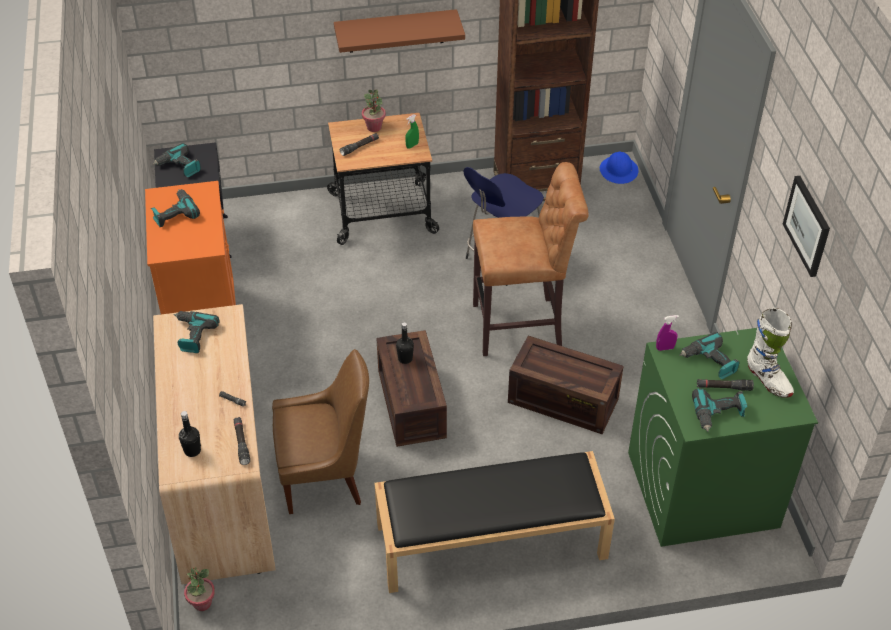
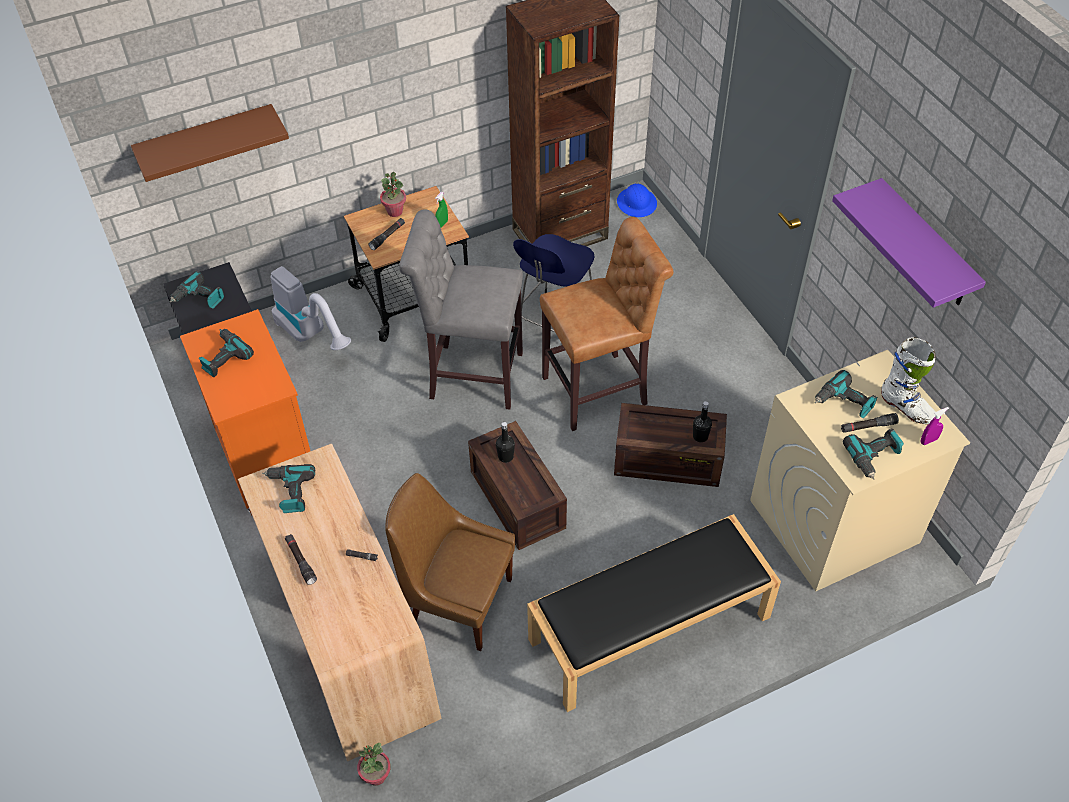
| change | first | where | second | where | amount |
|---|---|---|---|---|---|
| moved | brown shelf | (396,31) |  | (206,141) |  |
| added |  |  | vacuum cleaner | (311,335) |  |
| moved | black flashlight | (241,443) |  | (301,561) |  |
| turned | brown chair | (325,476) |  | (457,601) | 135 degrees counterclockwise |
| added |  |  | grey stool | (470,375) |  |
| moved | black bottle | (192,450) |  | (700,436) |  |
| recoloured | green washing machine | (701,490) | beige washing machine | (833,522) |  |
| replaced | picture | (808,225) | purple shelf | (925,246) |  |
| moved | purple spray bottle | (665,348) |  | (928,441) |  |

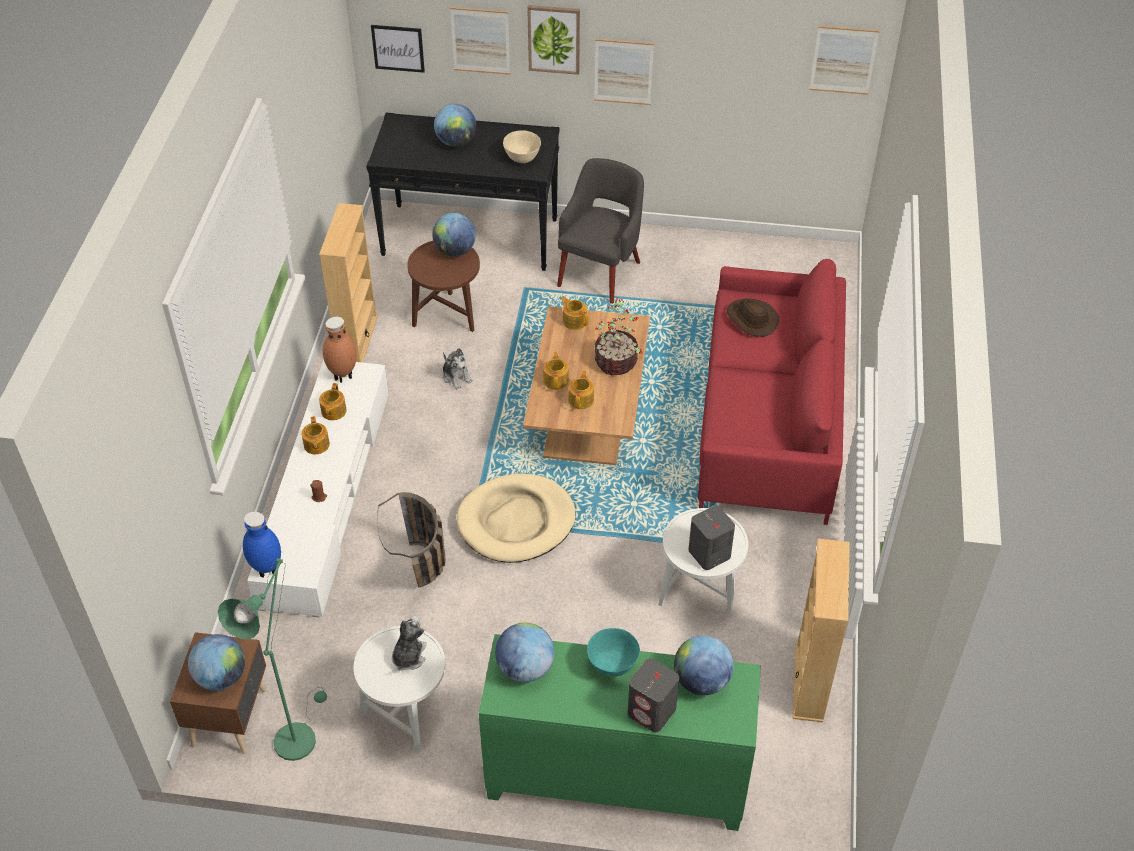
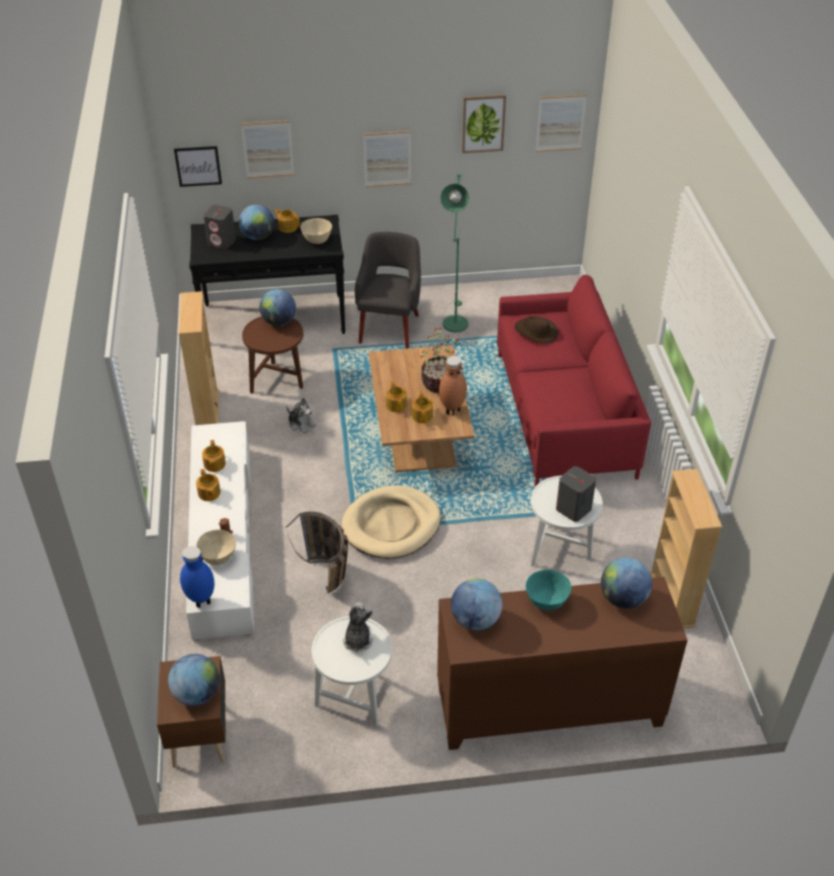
| change | first | where | second | where | amount |
|---|---|---|---|---|---|
| added |  |  | beige bowl | (218,558) |  |
| moved | grey speaker | (652,711) |  | (222,242) |  |
| moved | teapot | (574,320) |  | (287,227) |  |
| recoloured | green cabinet | (616,777) | brown cabinet | (548,707) |  |
| moved | brown vase | (343,375) |  | (452,410) |  |
| moved | green floor lamp | (297,734) |  | (454,321) |  |
| moved | picture | (554,39) |  | (483,123) |  |

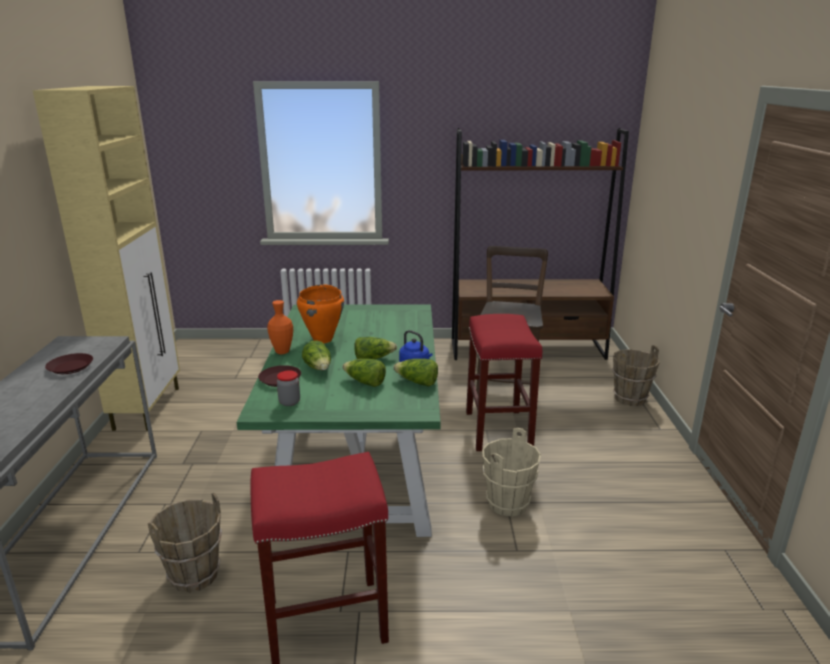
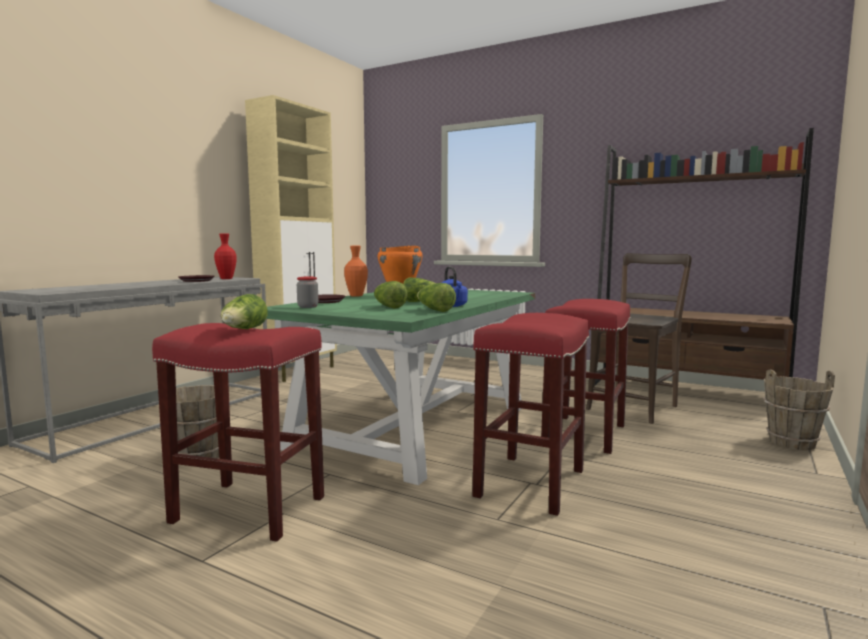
| change | first | where | second | where | amount |
|---|---|---|---|---|---|
| added |  |  | red vase | (226,279) |  |
| moved | lettuce | (318,368) |  | (243,330) |  |
| replaced | beige bucket | (508,504) | red stool | (531,484) |  |

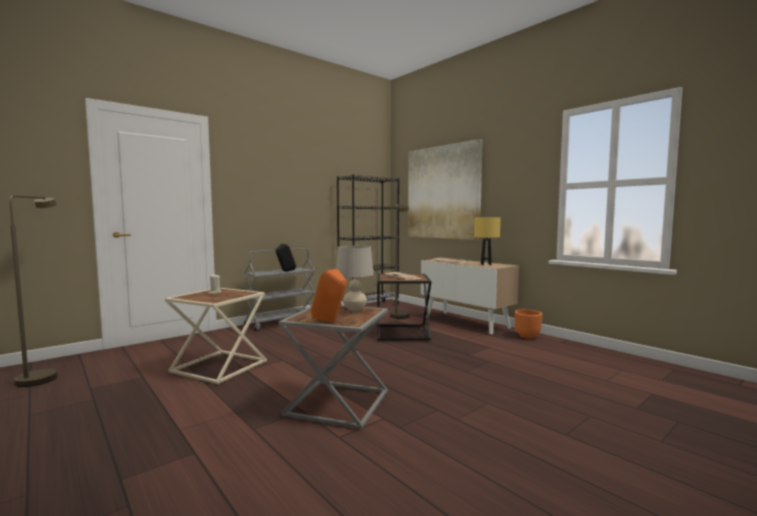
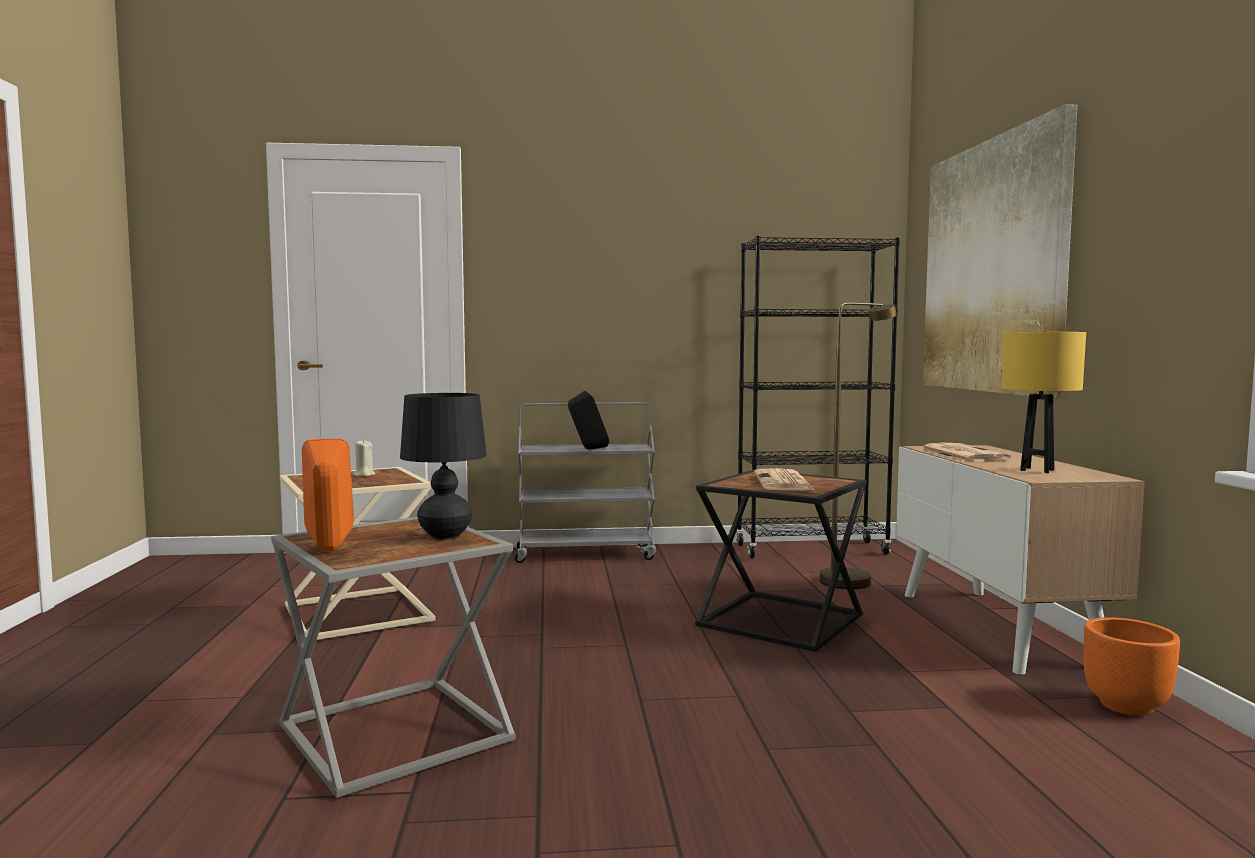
| change | first | where | second | where | amount |
|---|---|---|---|---|---|
| recoloured | beige table lamp | (354,310) | black table lamp | (445,536) |  |
| removed | brown floor lamp | (42,376) |  |  |  |

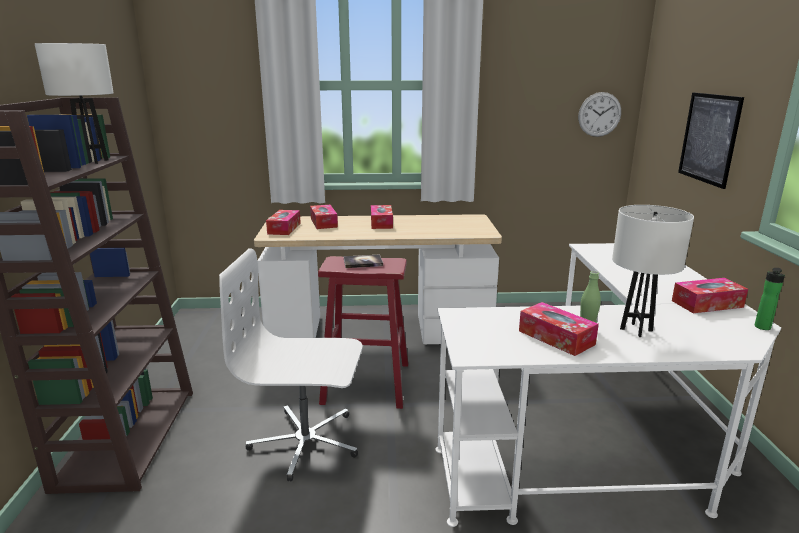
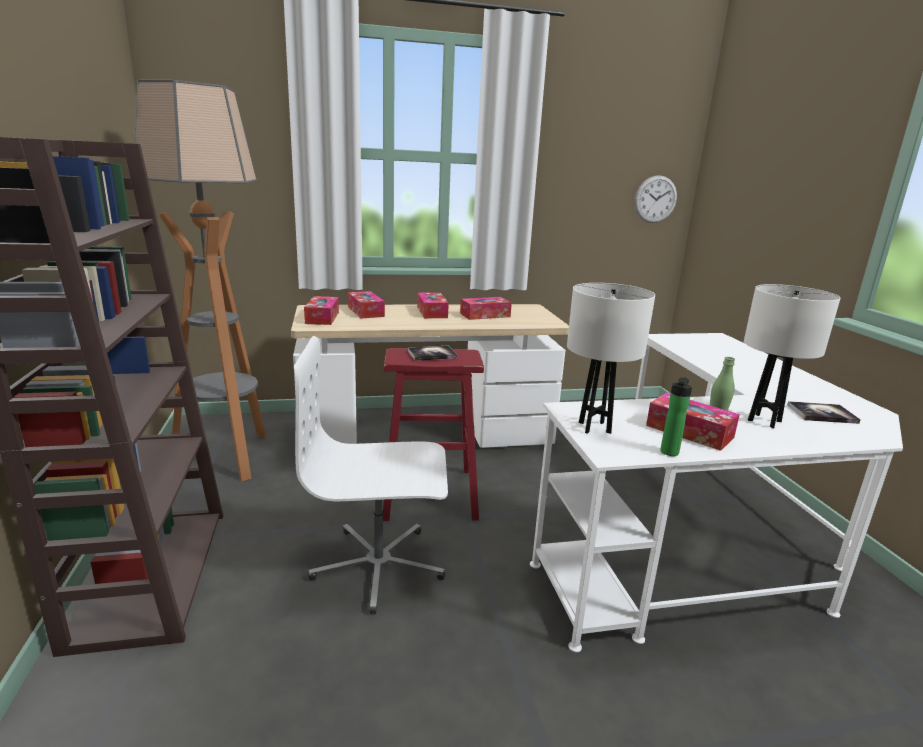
| change | first | where | second | where | amount |
|---|---|---|---|---|---|
| added |  |  | floor lamp | (228,457) |  |
| moved | tissue box | (707,304) |  | (485,315) |  |
| moved | white table lamp | (93,161) |  | (594,427) |  |
| moved | bottle | (762,328) |  | (668,453) |  |
| added |  |  | book | (822,414) |  |
| removed | picture | (709,138) |  |  |  |

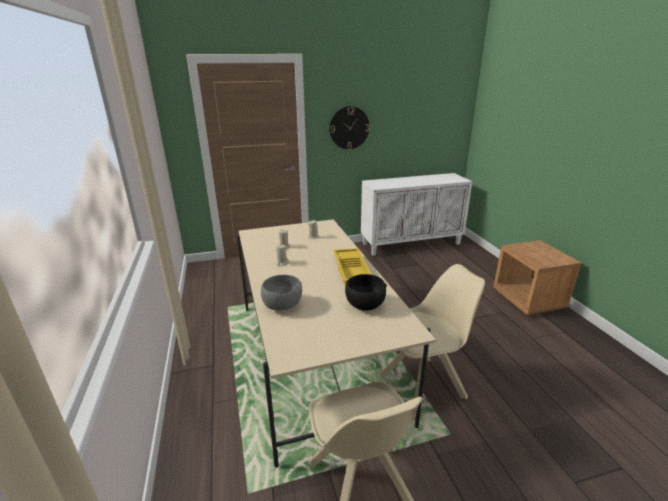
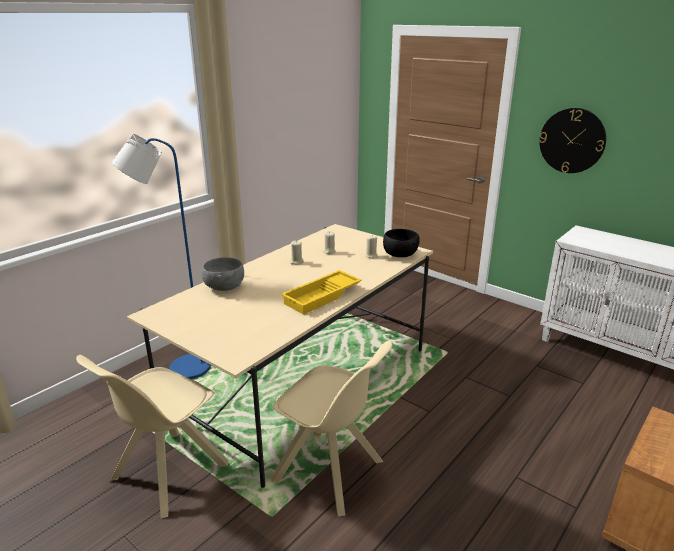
| change | first | where | second | where | amount |
|---|---|---|---|---|---|
| added |  |  | blue floor lamp | (181,370) |  |
| moved | black bowl | (365,305) |  | (400,255) |  |

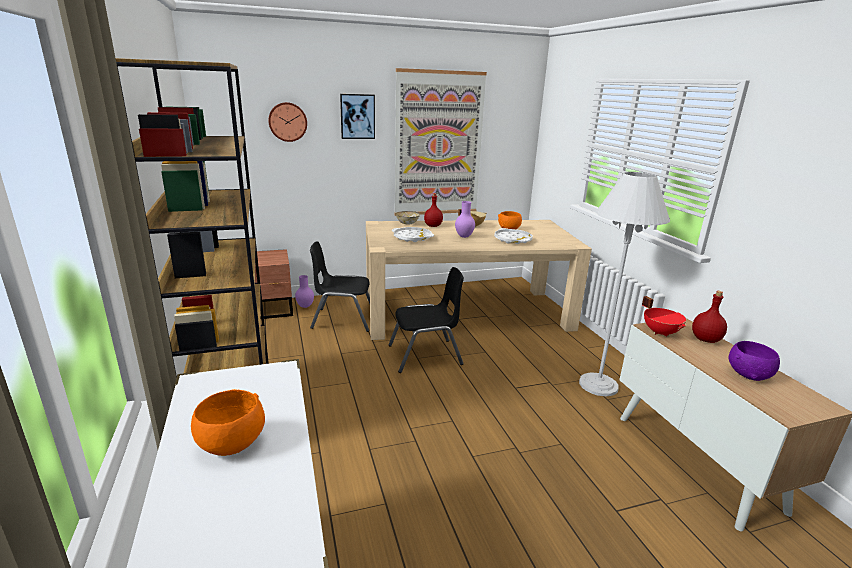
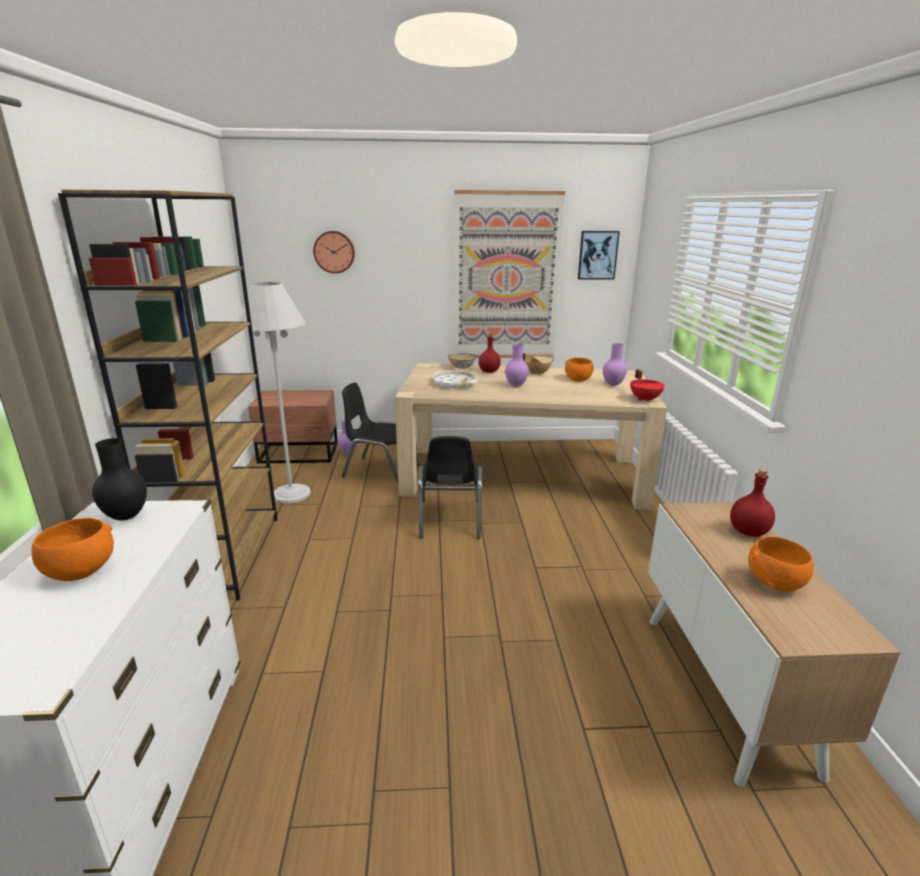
| change | first | where | second | where | amount |
|---|---|---|---|---|---|
| added |  |  | black vase | (127,516) |  |
| moved | white floor lamp | (598,385) |  | (291,494) |  |
| turned | black chair | (425,355) |  | (449,519) | 90 degrees clockwise |
| moved | picture | (357,116) |  | (597,255) |  |
| added |  |  | purple vase | (613,385) |  |
| moved | red cooking pot | (660,332) |  | (645,399) |  |
| recoloured | purple bowl | (749,375) | orange bowl | (776,583) |  |
| removed | white tray | (513,239) |  |  |  |

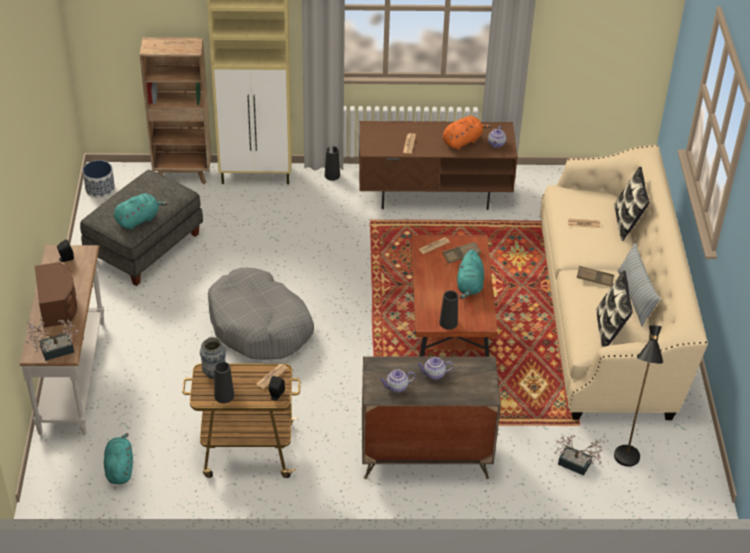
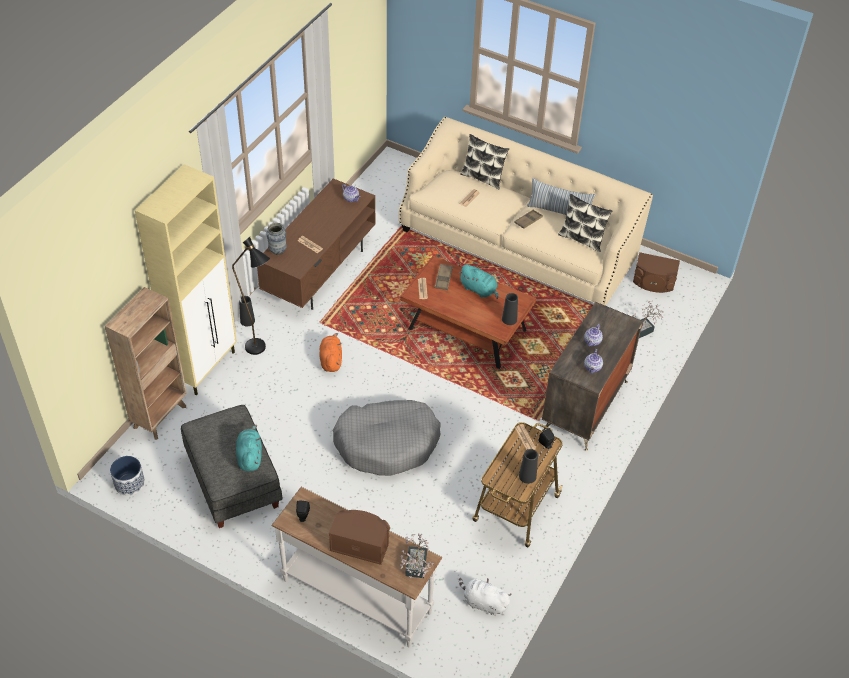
| change | first | where | second | where | amount |
|---|---|---|---|---|---|
| moved | black floor lamp | (626,464) |  | (260,351) |  |
| moved | vase | (214,373) |  | (277,251) |  |
| moved | orange plush toy | (463,141) |  | (331,360) |  |
| recoloured | turquoise plush toy | (119,468) | white plush toy | (483,602) |  |
| added |  |  | brown speaker | (653,282) |  |

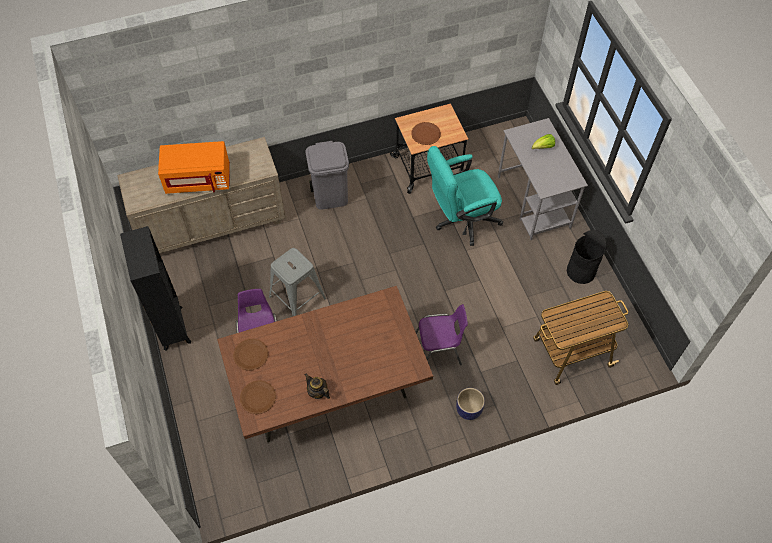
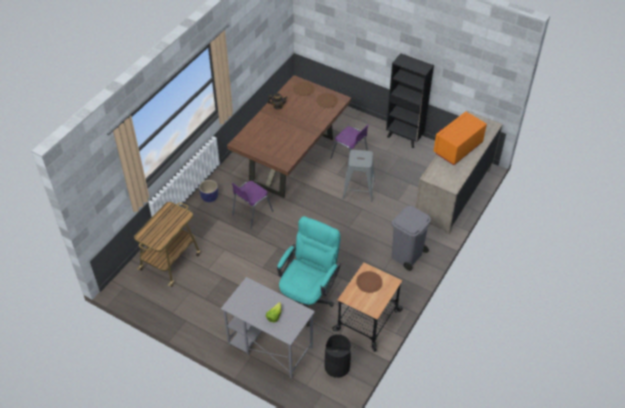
| change | first | where | second | where | amount |
|---|---|---|---|---|---|
| moved | black trash can | (581,271) |  | (337,366) |  |

